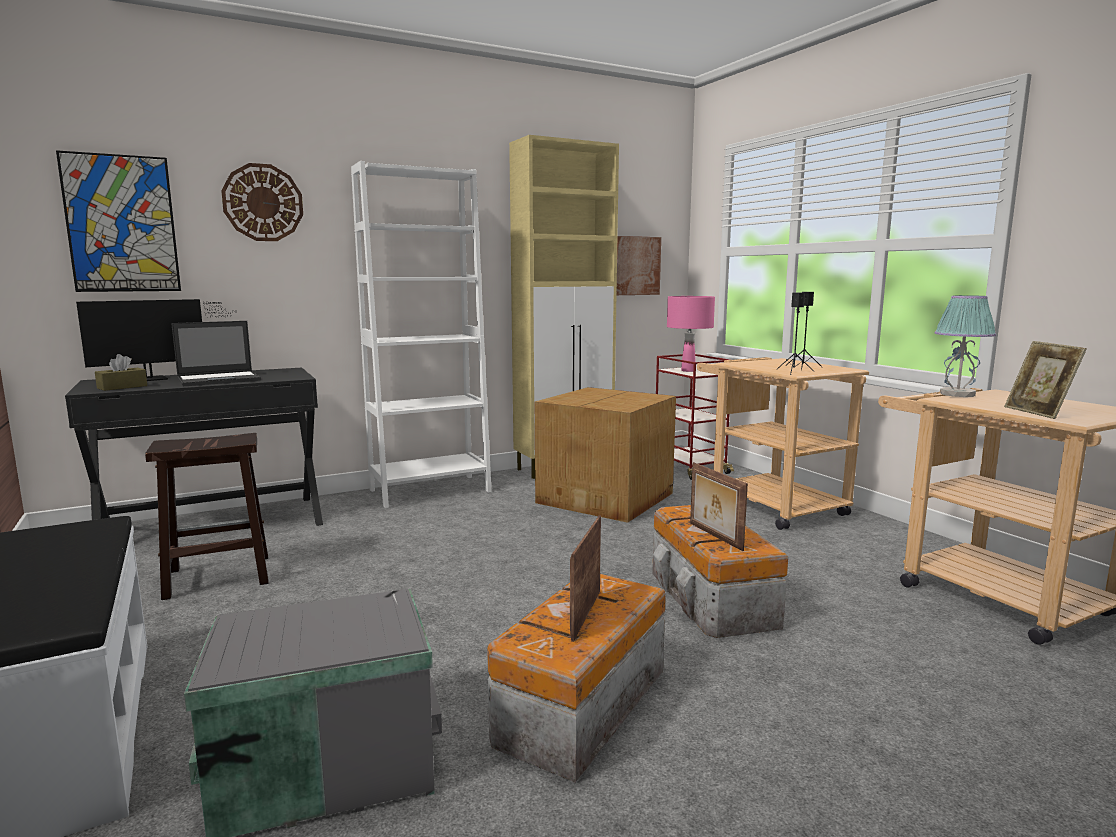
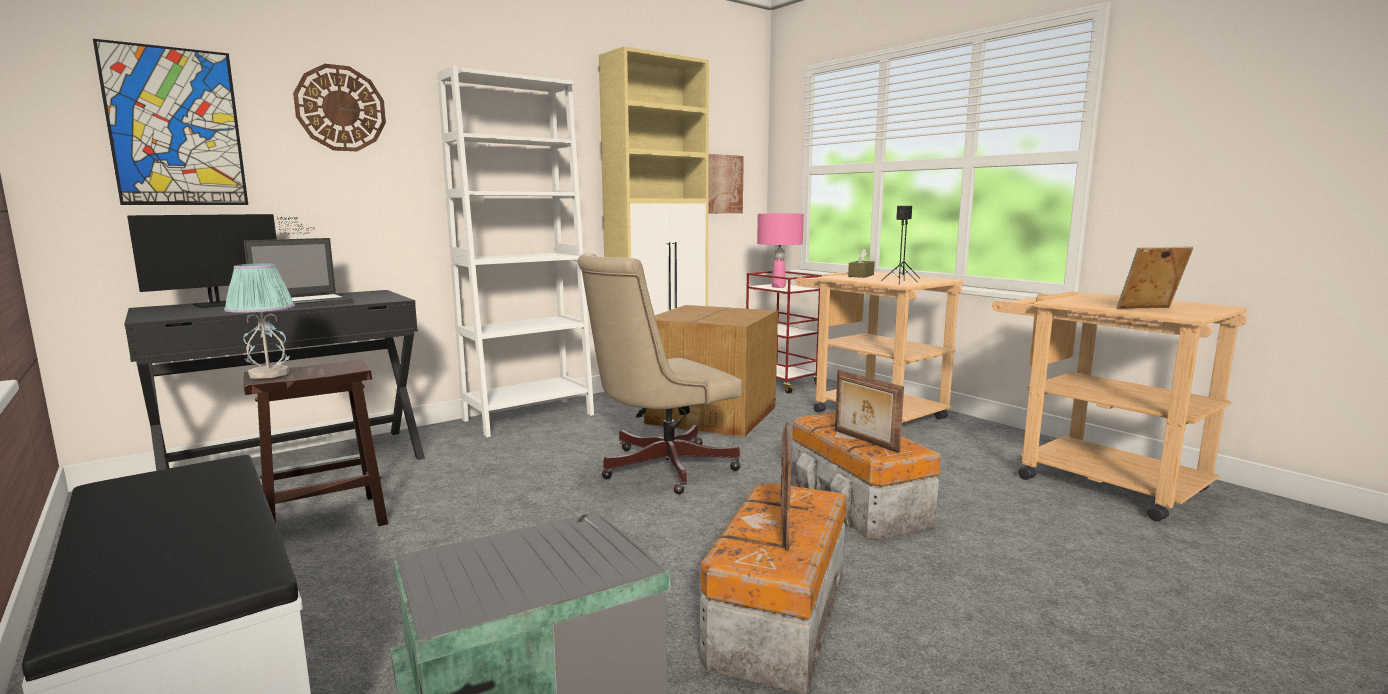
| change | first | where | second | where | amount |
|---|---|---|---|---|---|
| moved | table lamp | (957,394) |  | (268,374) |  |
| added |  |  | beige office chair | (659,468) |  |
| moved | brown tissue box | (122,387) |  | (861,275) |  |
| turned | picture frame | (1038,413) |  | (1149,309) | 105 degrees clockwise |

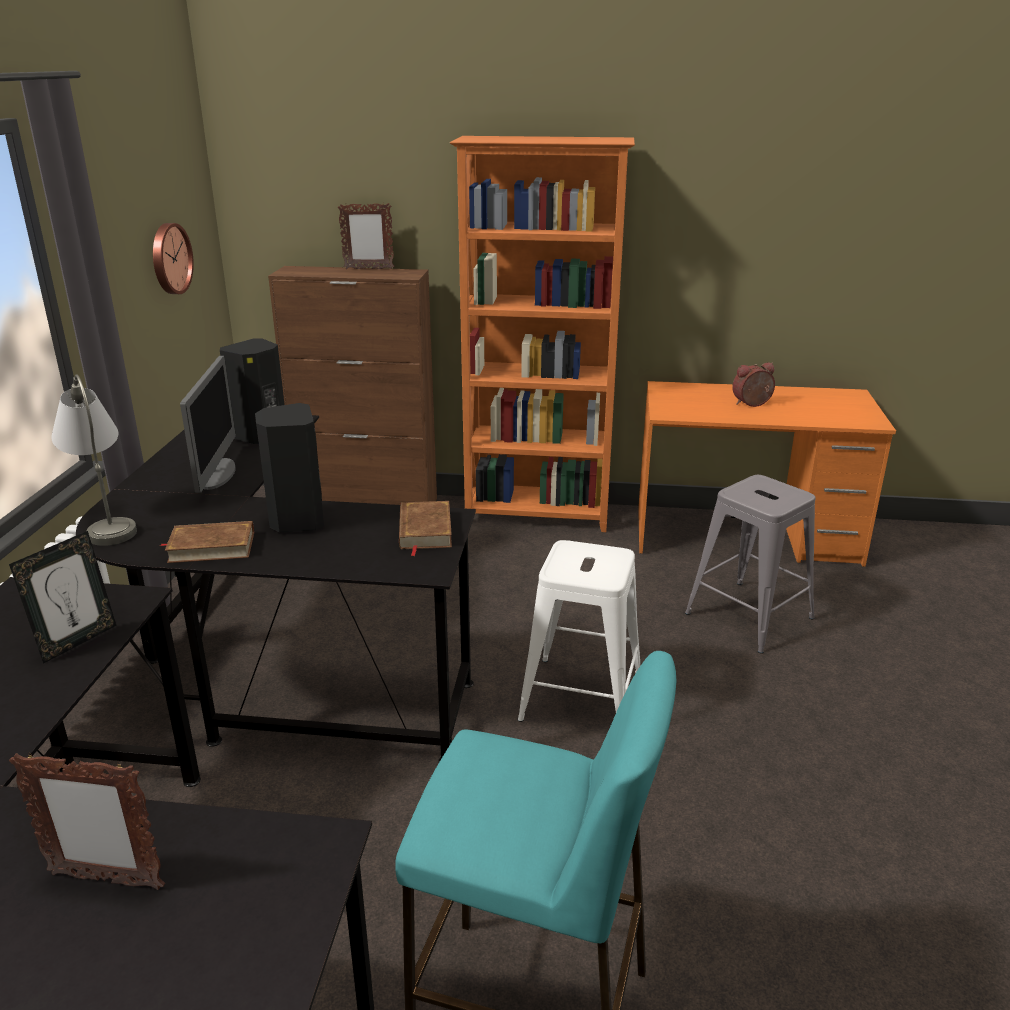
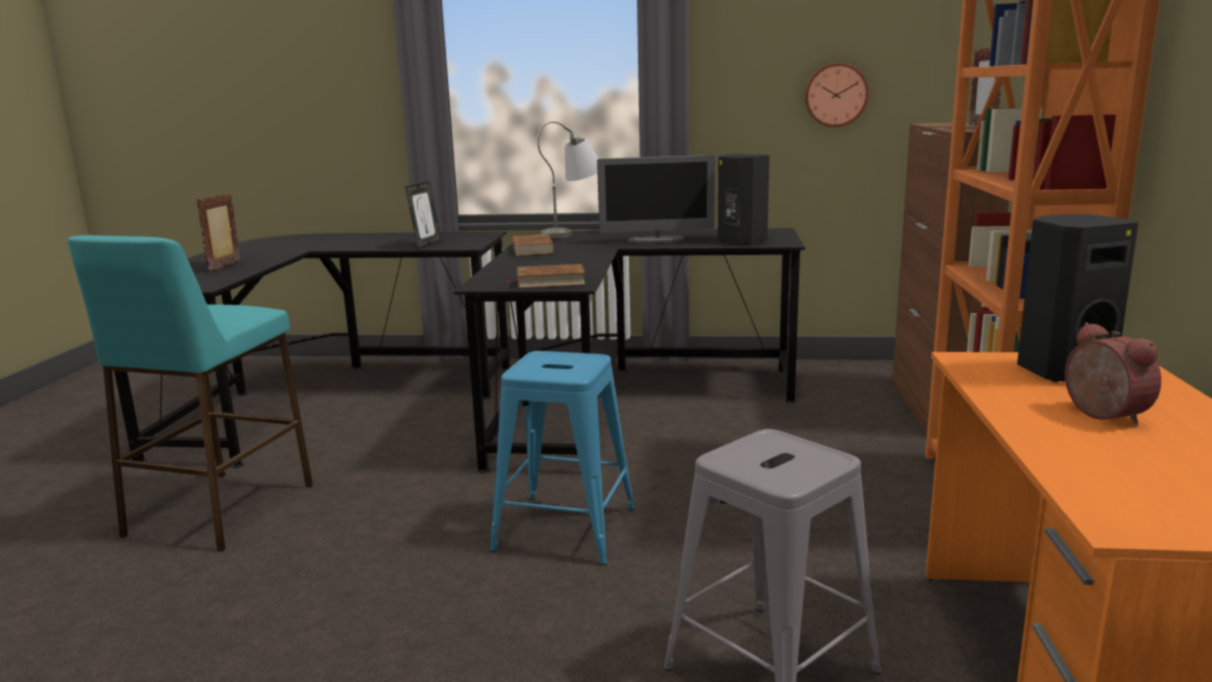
| change | first | where | second | where | amount |
|---|---|---|---|---|---|
| turned | picture frame | (77,641) |  | (426,245) | 105 degrees counterclockwise |
| recoloured | white stool | (580,697) | blue stool | (566,528) |  |
| moved | black speaker | (295,521) |  | (1062,370) |  |

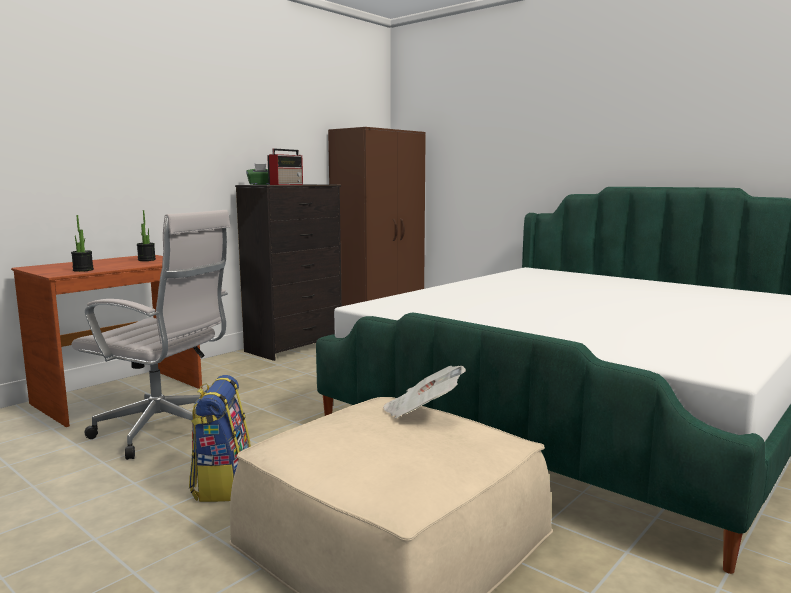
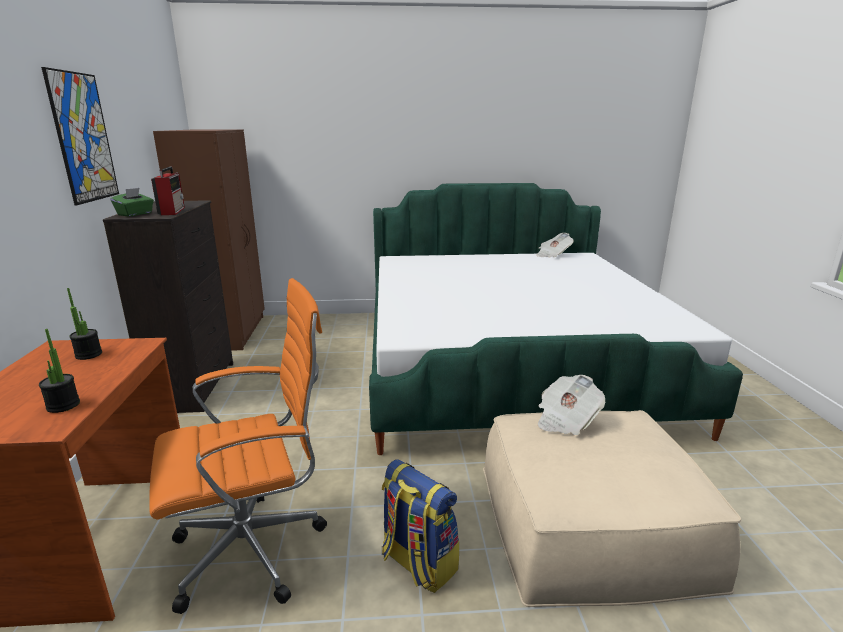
| change | first | where | second | where | amount |
|---|---|---|---|---|---|
| added |  |  | picture | (83,138) |  |
| recoloured | white office chair | (165,432) | orange office chair | (256,549) |  |
| added |  |  | newspaper | (552,255) |  |

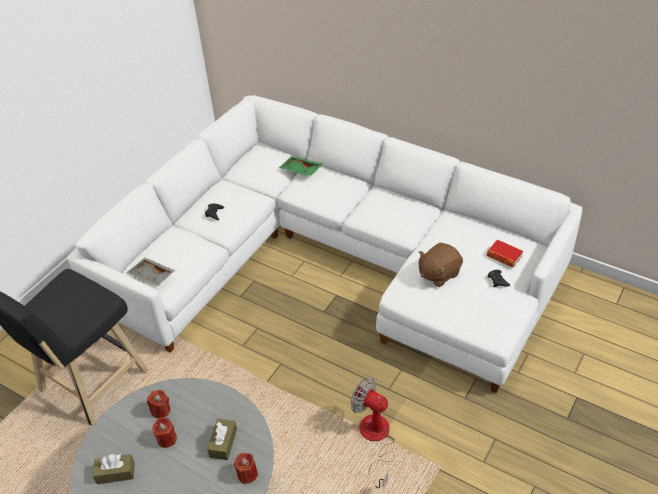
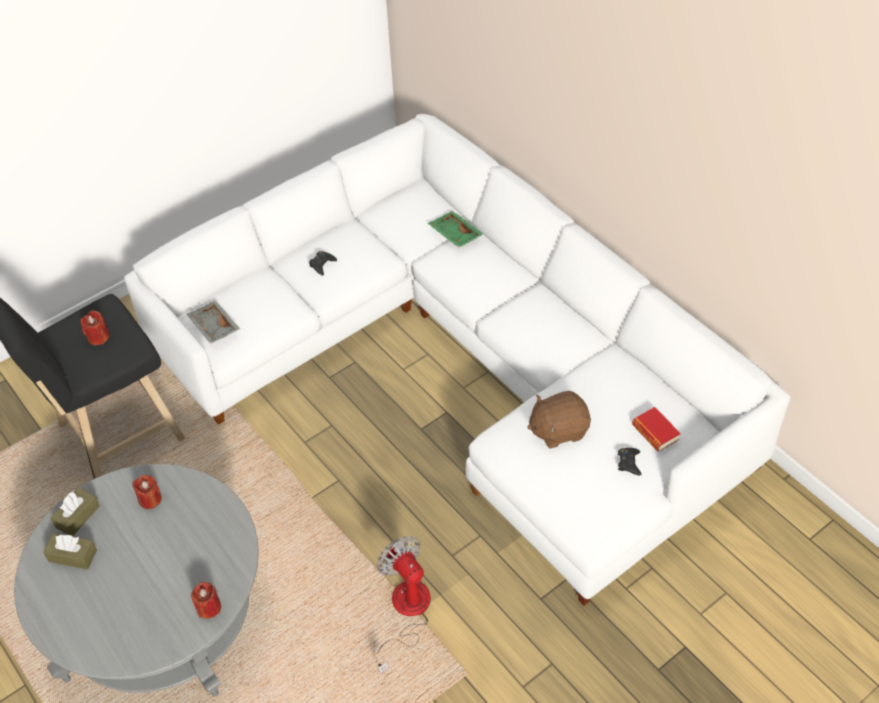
| change | first | where | second | where | amount |
|---|---|---|---|---|---|
| moved | brown tissue box | (223,443) |  | (77,516) |  |
| moved | red candle | (167,439) |  | (98,337) |  |

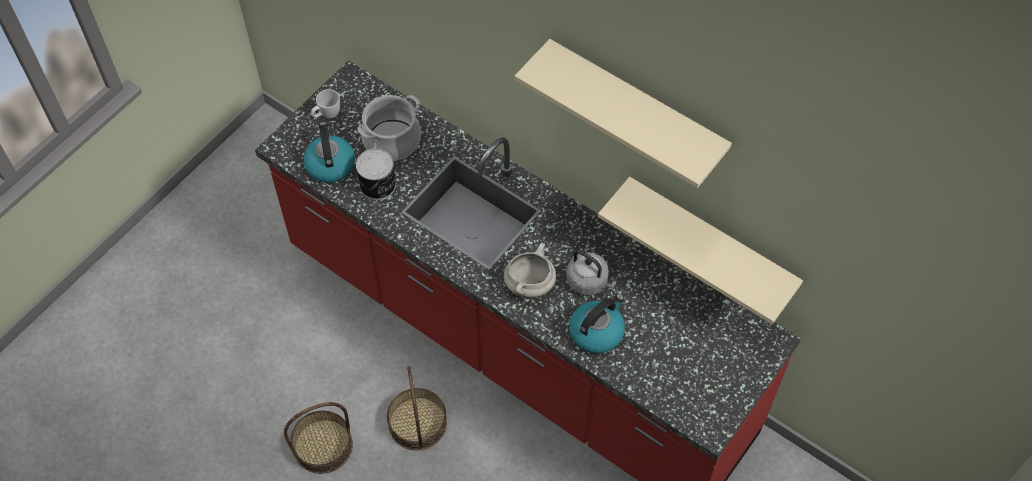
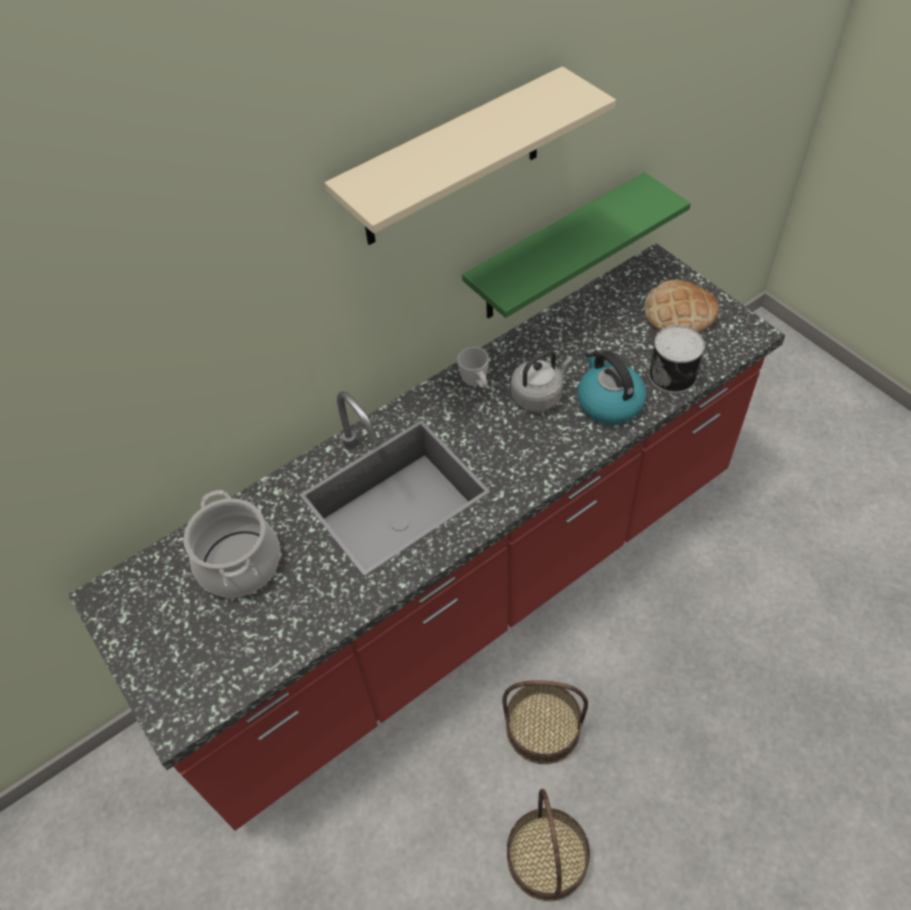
| change | first | where | second | where | amount |
|---|---|---|---|---|---|
| moved | white mug | (326,115) |  | (476,383) |  |
| recoloured | beige shelf | (710,243) | green shelf | (555,250) |  |
| added |  |  | bread | (679,313) |  |
| moved | can | (378,185) |  | (673,375) |  |
| removed | kettle | (330,164) |  |  |  |
| removed | white cooking pot | (529,284) |  |  |  |

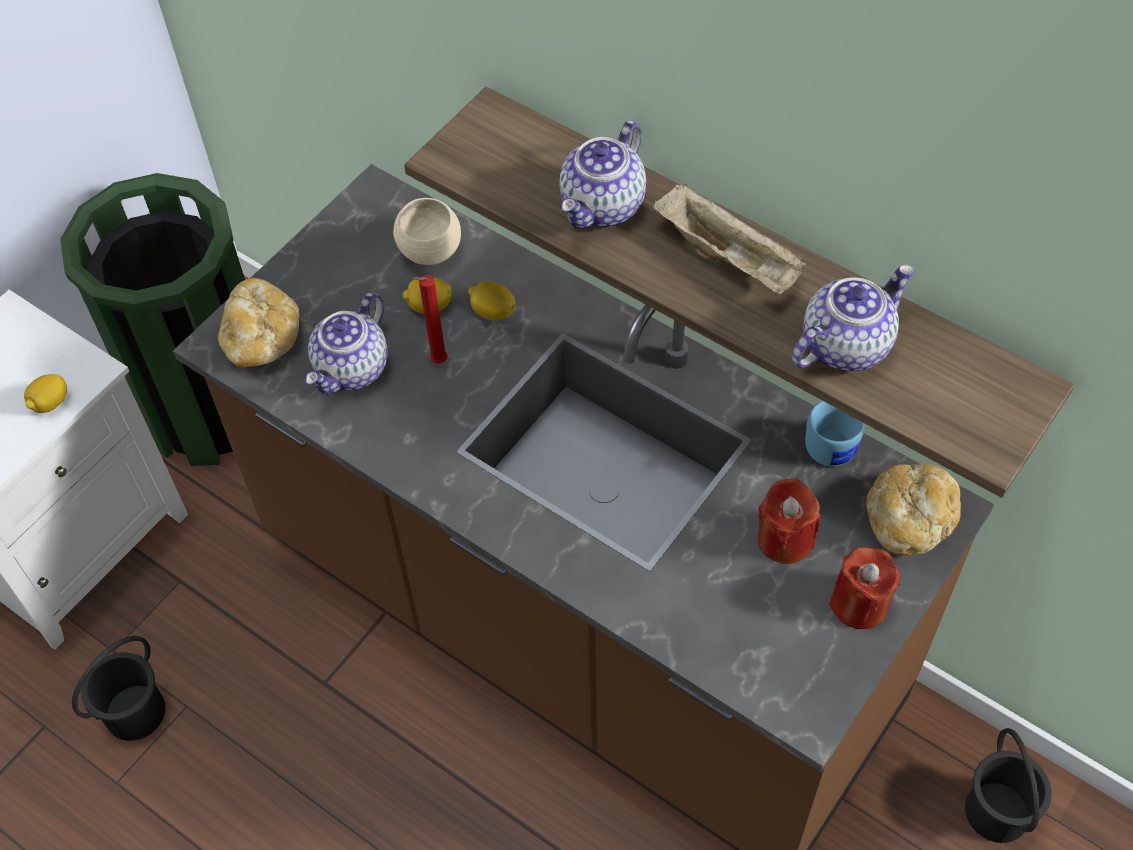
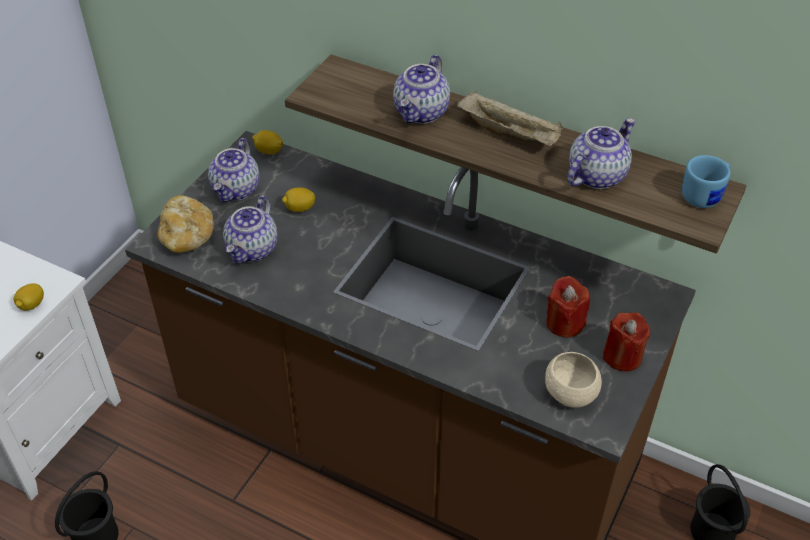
| change | first | where | second | where | amount |
|---|---|---|---|---|---|
| added |  |  | teapot | (236,190) |  |
| moved | lemon | (493,312) |  | (269,151) |  |
| moved | beige bowl | (430,250) |  | (570,394) |  |
| moved | blue mug | (838,445) |  | (705,195) |  |
| removed | green trash can | (212,408) |  |  |  |
| removed | red candle | (436,362) |  |  |  |
| removed | bread | (909,520) |  |  |  |

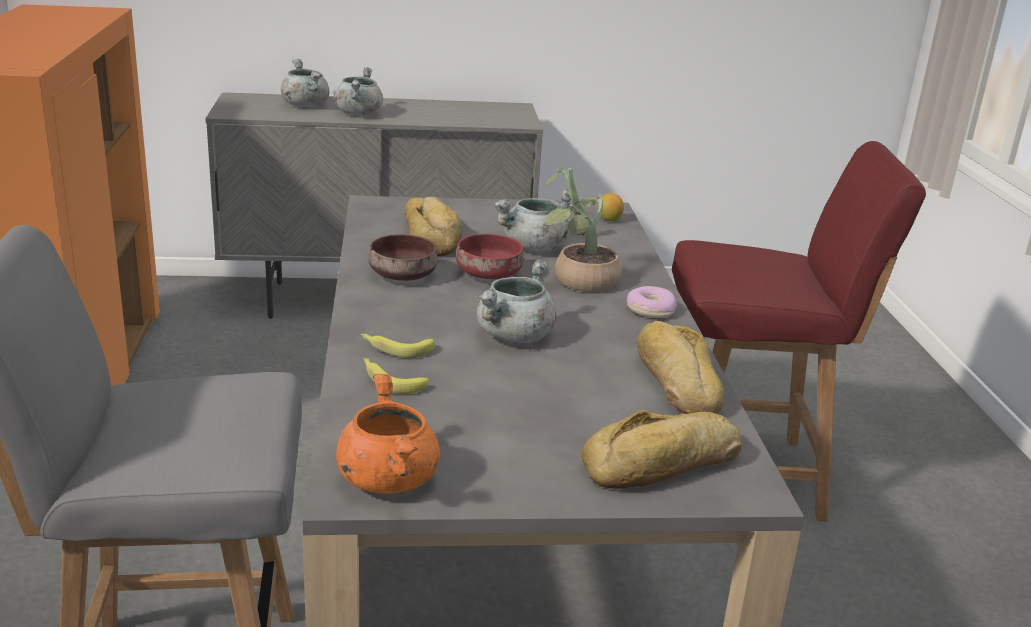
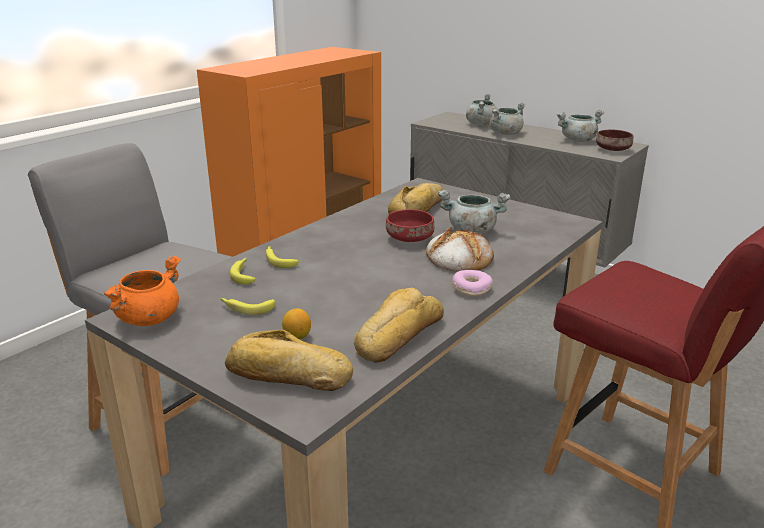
| change | first | where | second | where | amount |
|---|---|---|---|---|---|
| added |  |  | banana | (246,308) |  |
| moved | lemon | (609,220) |  | (297,336) |  |
| replaced | potted plant | (578,281) | bread | (458,258) |  |
| moved | grey cooking pot | (515,336) |  | (578,140) |  |
| moved | brown bowl | (404,275) |  | (613,149) |  |

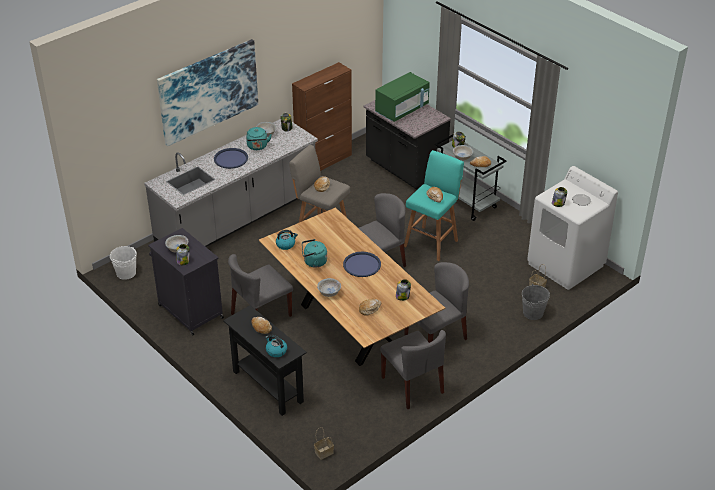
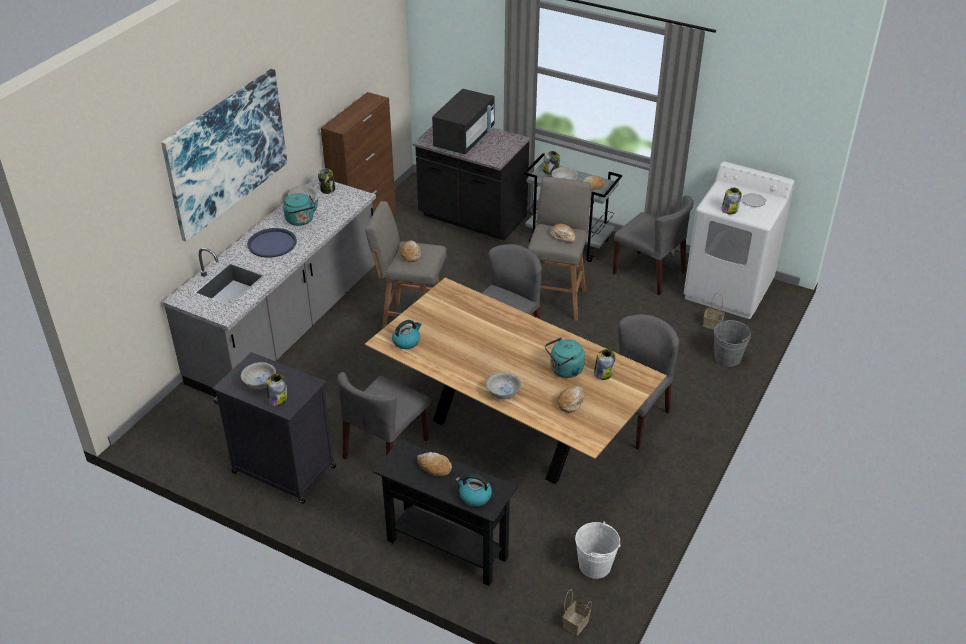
| change | first | where | second | where | amount |
|---|---|---|---|---|---|
| recoloured | green microwave | (402,109) | black microwave | (464,139) |  |
| recoloured | turquoise stool | (432,242) | grey stool | (555,299) |  |
| moved | turquoise kettle | (313,262) |  | (564,370) |  |
| moved | white bucket | (126,273) |  | (595,565) |  |
| moved | grey chair | (412,385) |  | (649,273) |  |
| removed | blue tray | (362,265) |  |  |  |

